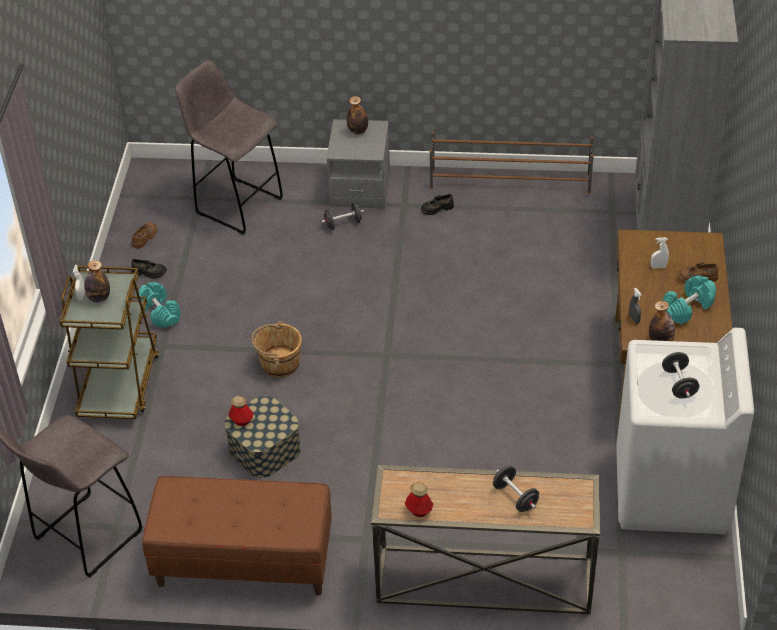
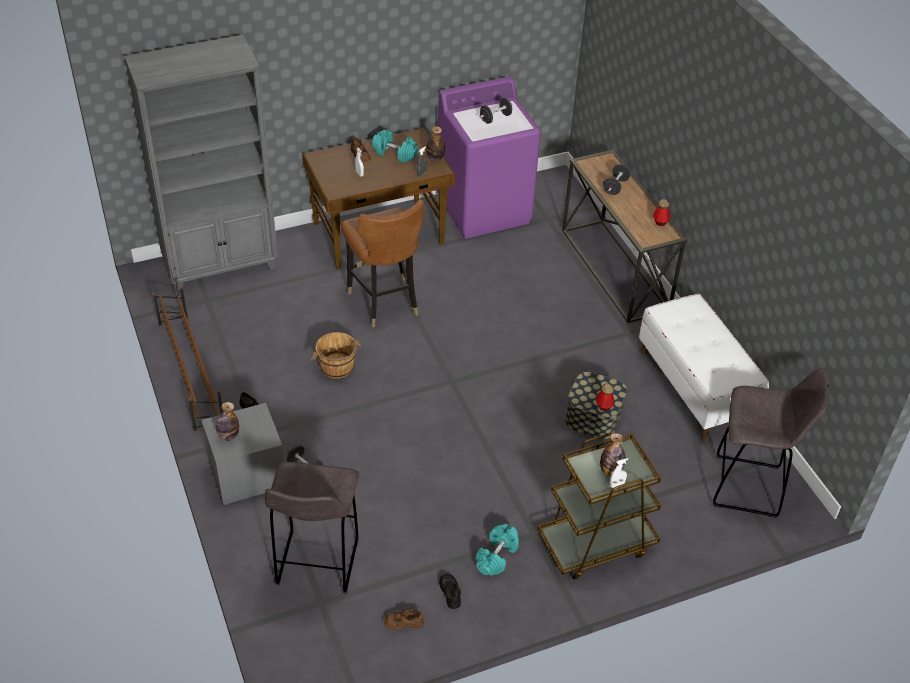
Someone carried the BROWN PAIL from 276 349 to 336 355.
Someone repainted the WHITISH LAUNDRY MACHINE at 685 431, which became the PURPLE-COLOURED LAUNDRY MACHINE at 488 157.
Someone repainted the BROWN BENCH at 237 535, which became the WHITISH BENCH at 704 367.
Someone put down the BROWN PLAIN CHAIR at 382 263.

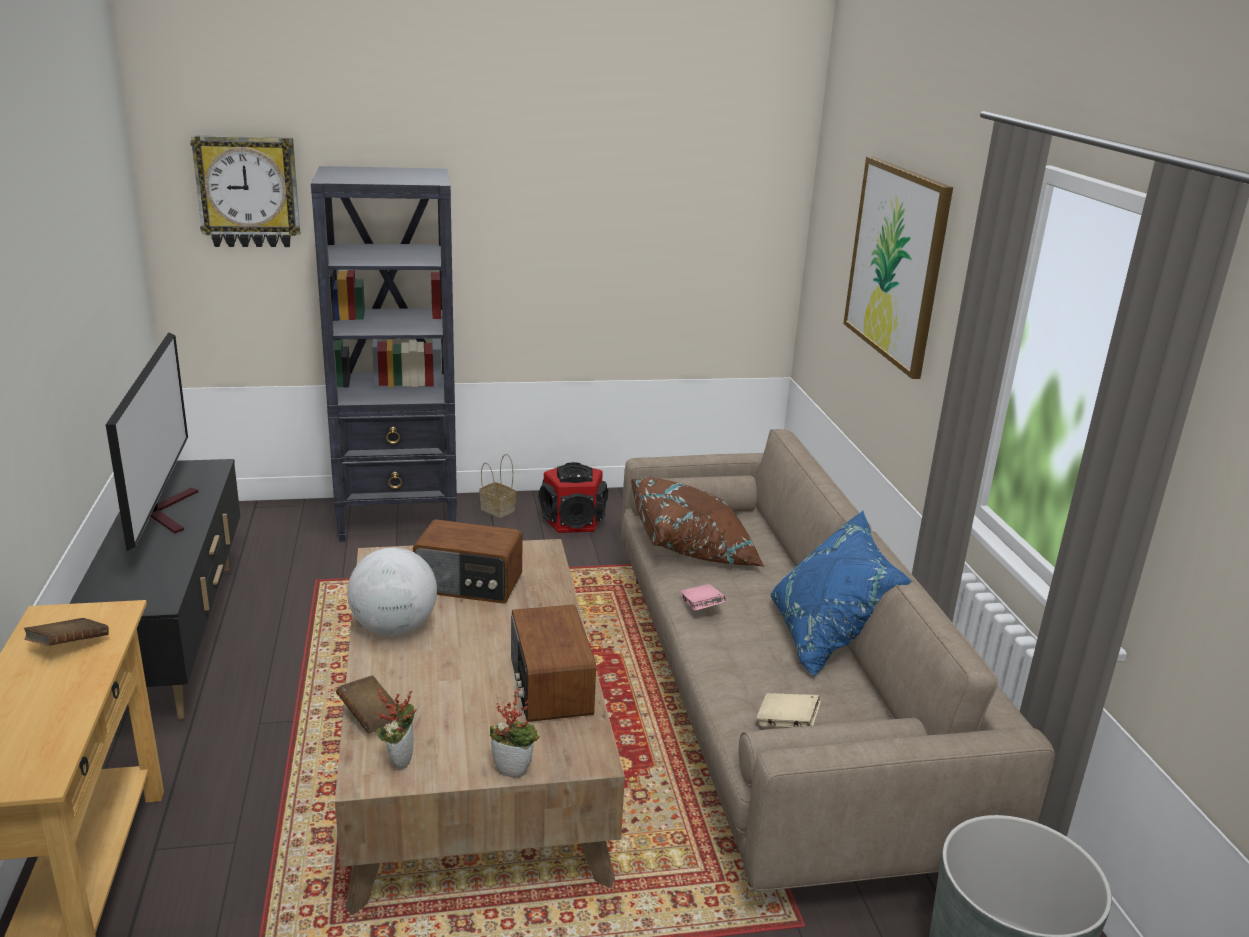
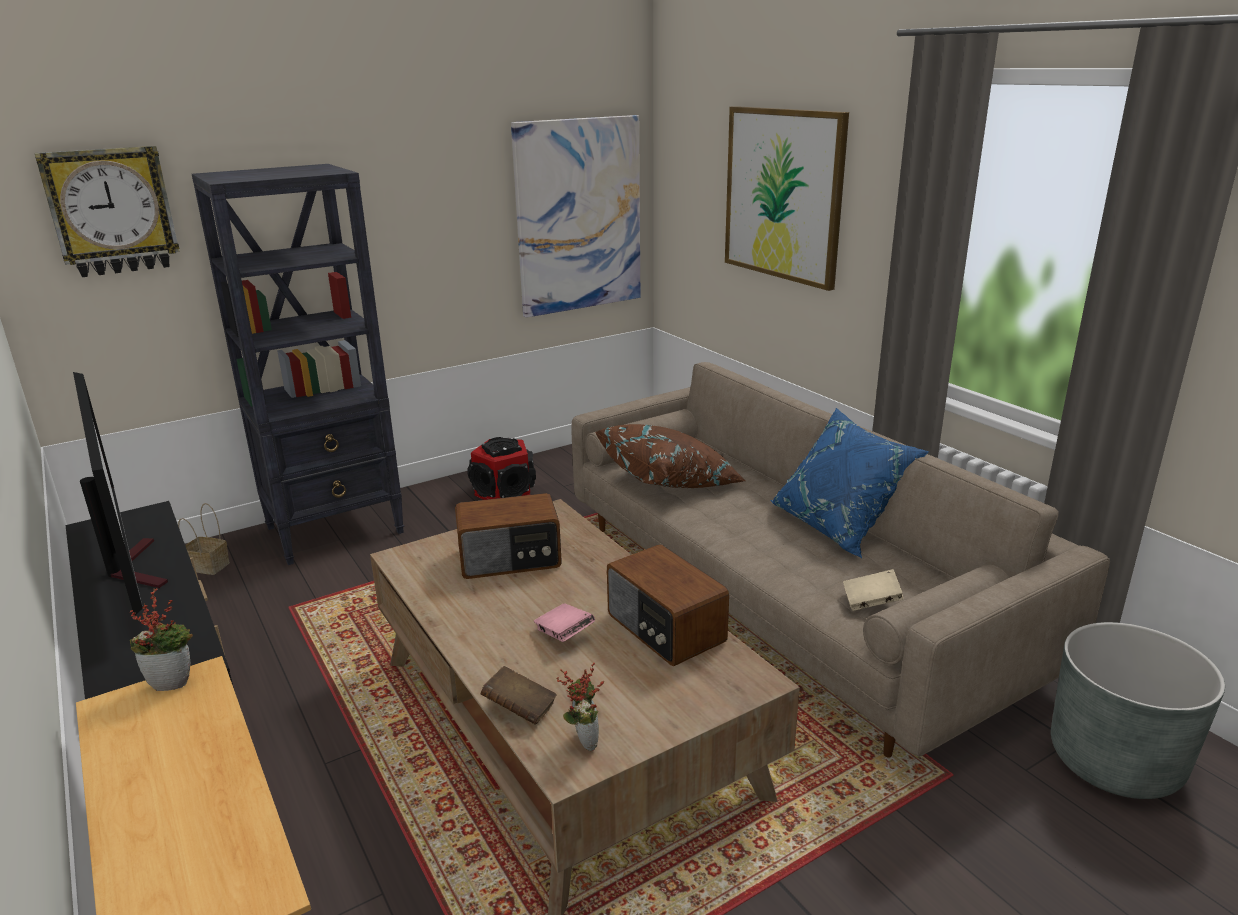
Someone carried the BASKET from 497 486 to 204 539.
Someone took away the DESK GLOBE at 392 591.
Someone carried the PINK VOLUME from 703 597 to 564 622.
Someone took away the BROWN VOLUME at 66 632.
Someone carried the POTTED PLANT from 515 733 to 161 639.
Someone put up the WALL ART at 575 216.

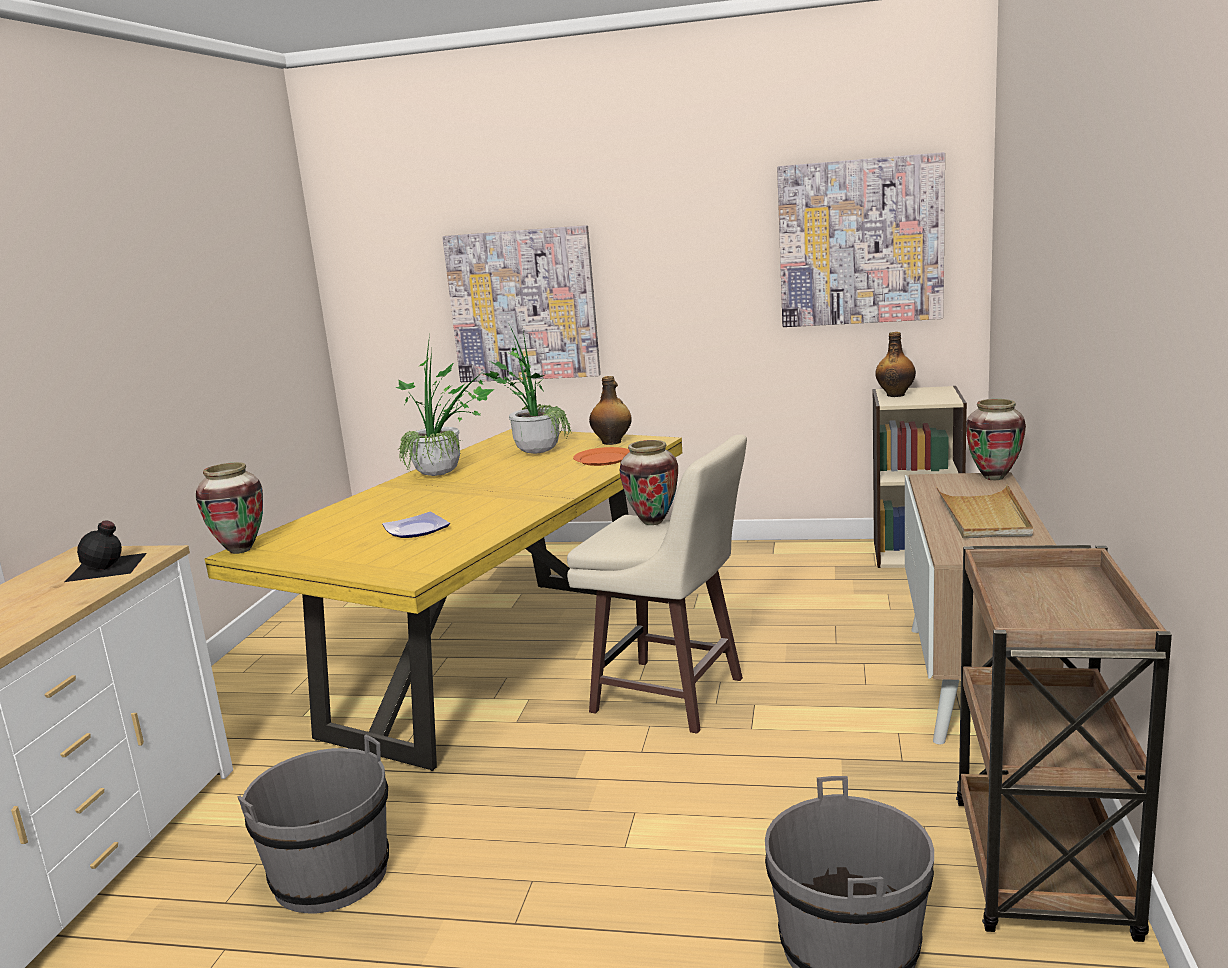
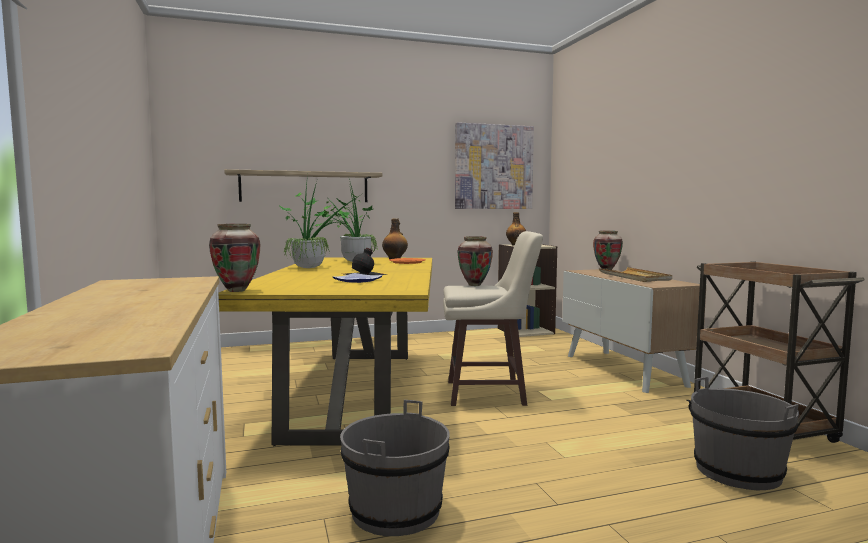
Someone swapped the WALL ART at 521 303 for the SHELF at 303 185.
Someone carried the BLACK-COLOURED BOTTLE from 106 551 to 366 261.

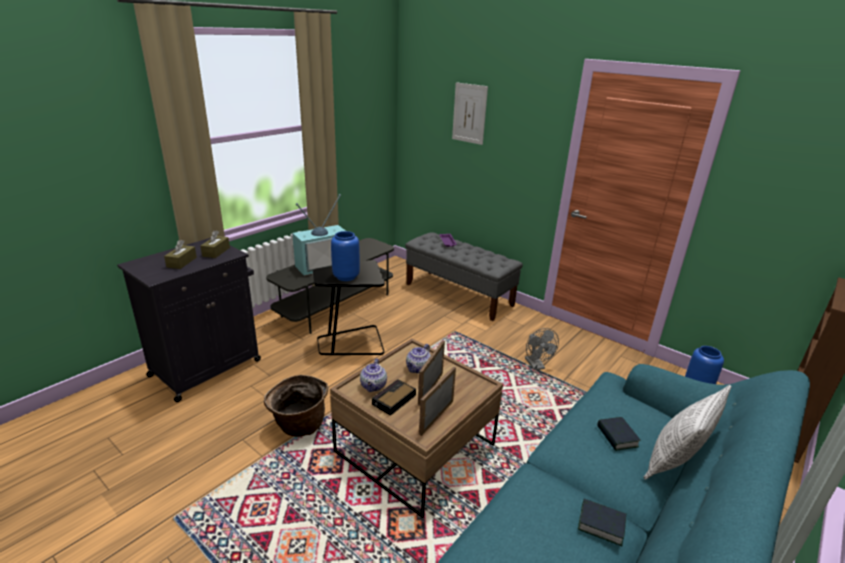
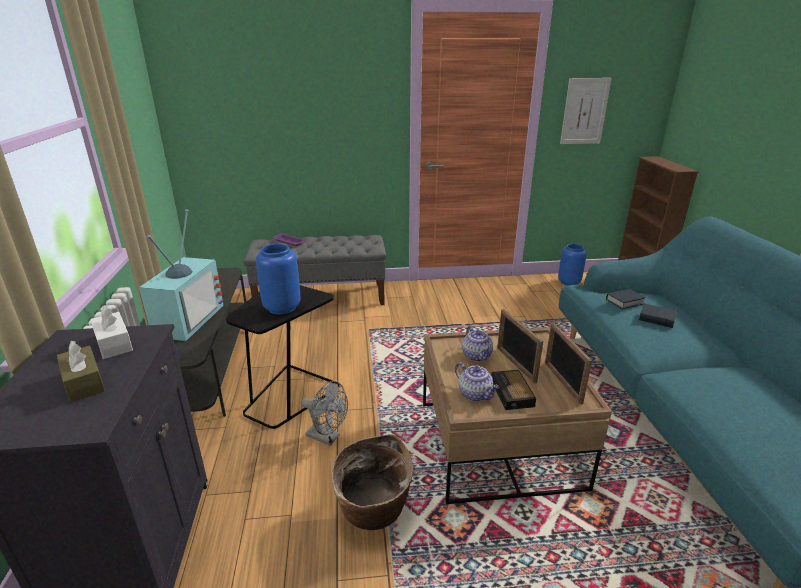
Someone carried the WALL ART from 470 113 to 586 111.
Someone repainted the BROWN TISSUE HOLDER at 215 244, which became the WHITISH TISSUE HOLDER at 111 332.
Someone carried the GREYISH FAN from 542 349 to 324 413.
Someone took away the PILLOW at 687 432.
Someone carried the VOLUME from 602 522 to 626 299.

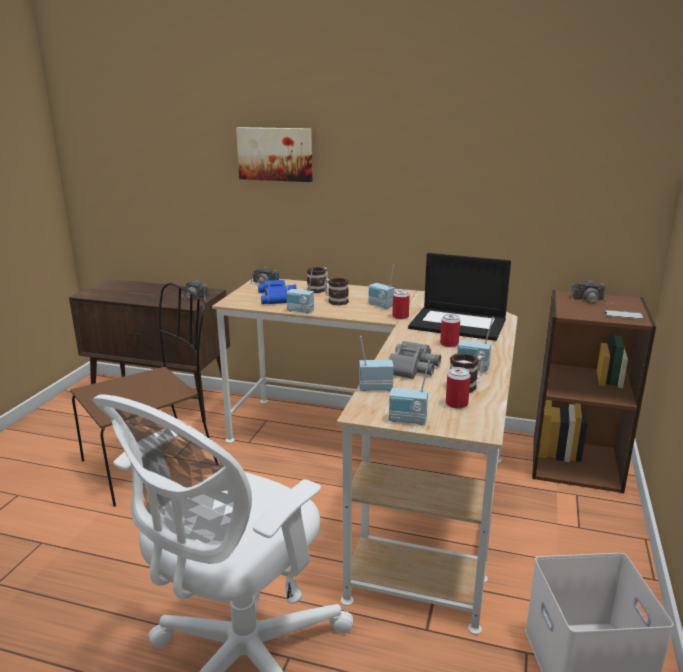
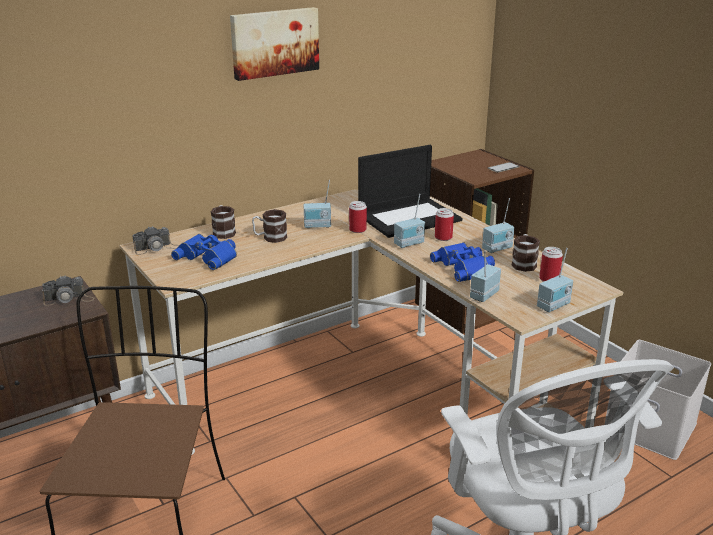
Someone carried the WALL ART from 274 154 to 274 44.
Someone carried the RADIO RECEIVER from 300 291 to 409 221.
Someone took away the STILL CAMERA at 592 292.
Someone repainted the GREYISH PAIR OF BINOCULARS at 415 360, which became the BLUE PAIR OF BINOCULARS at 462 262.

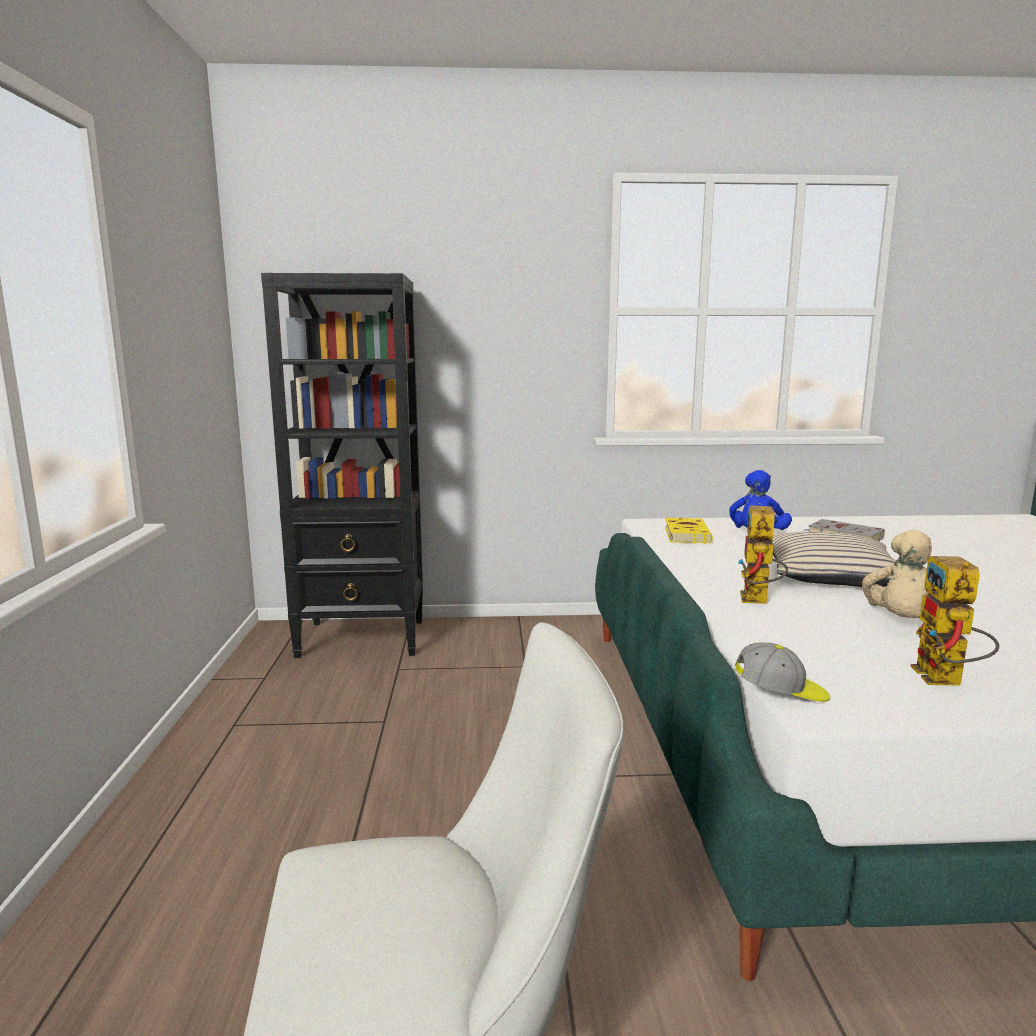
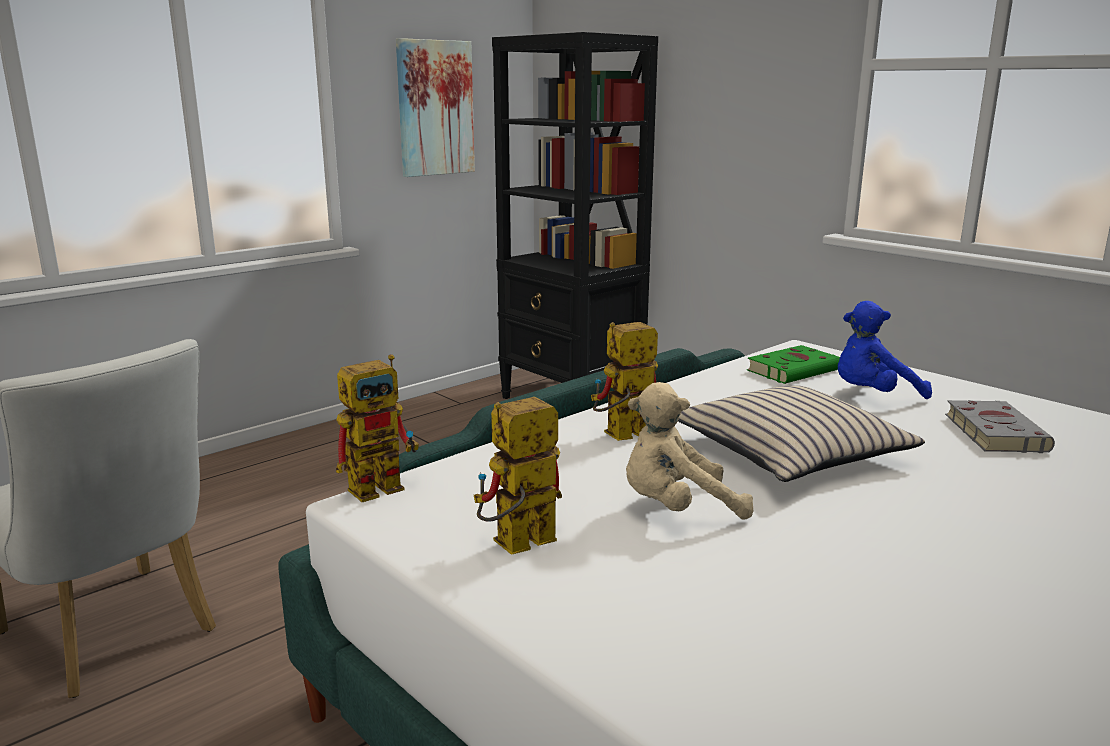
Someone repainted the YELLOW VOLUME at 689 531, which became the GREENISH VOLUME at 793 364.
Someone swapped the CAP at 782 672 for the TOY ROBOT at 377 428.
Someone put up the WALL ART at 435 107.

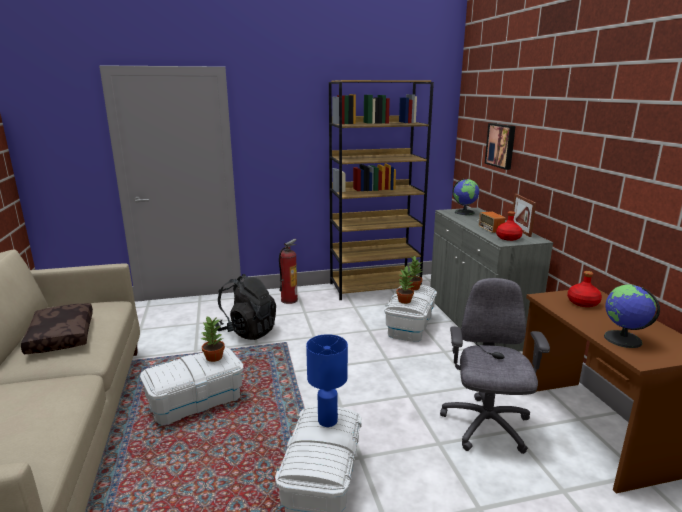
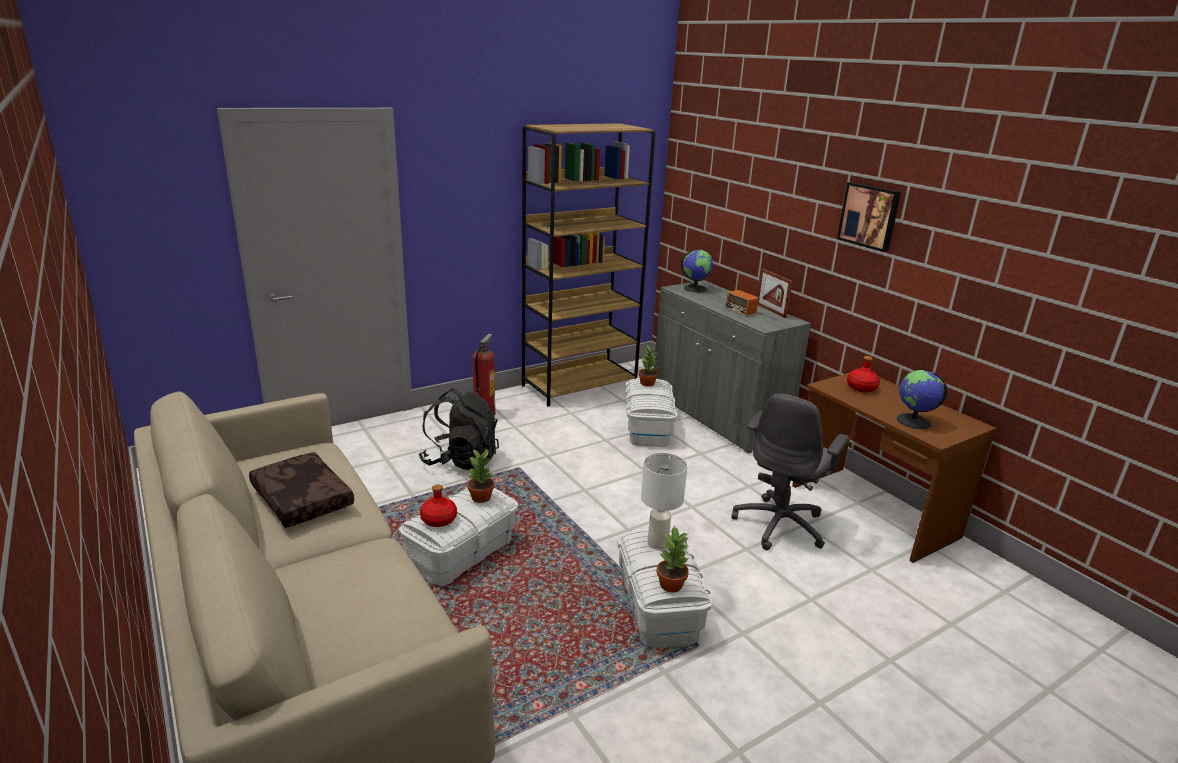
Someone carried the WALL ART from 500 146 to 869 217.
Someone carried the REDDISH BOTTLE from 509 226 to 438 505.
Someone carried the POTTED PLANT from 405 285 to 673 559.
Someone rotated the GREYISH DESK CHAIR at 495 366 by 135 degrees counterclockwise.
Someone repainted the BLUE TABLE LAMP at 327 380, which became the WHITISH TABLE LAMP at 664 501.

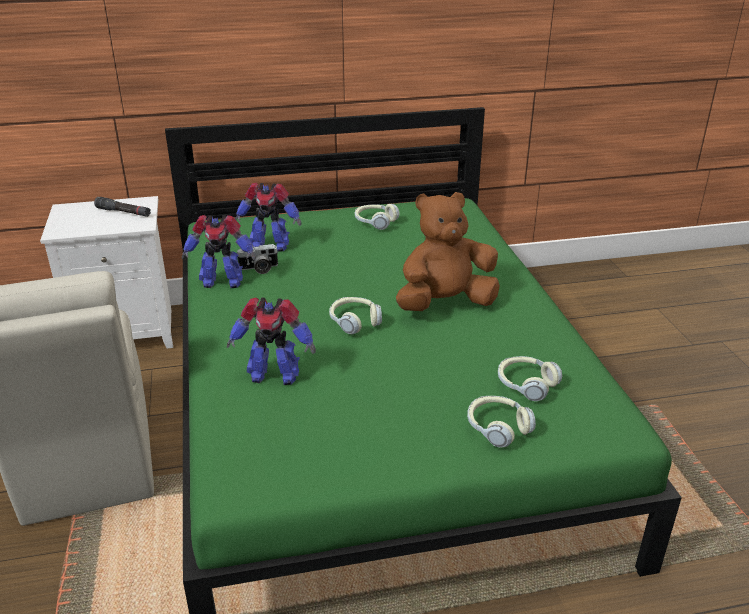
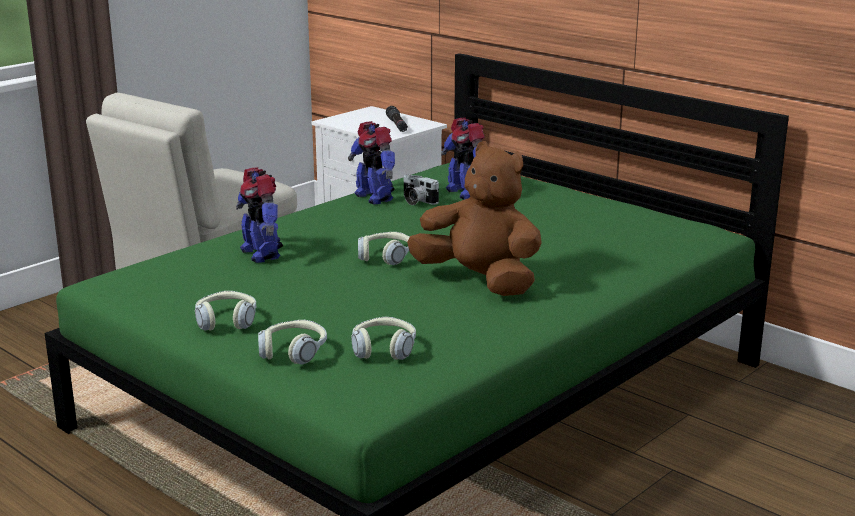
Someone carried the HEADPHONES from 377 217 to 225 311.

